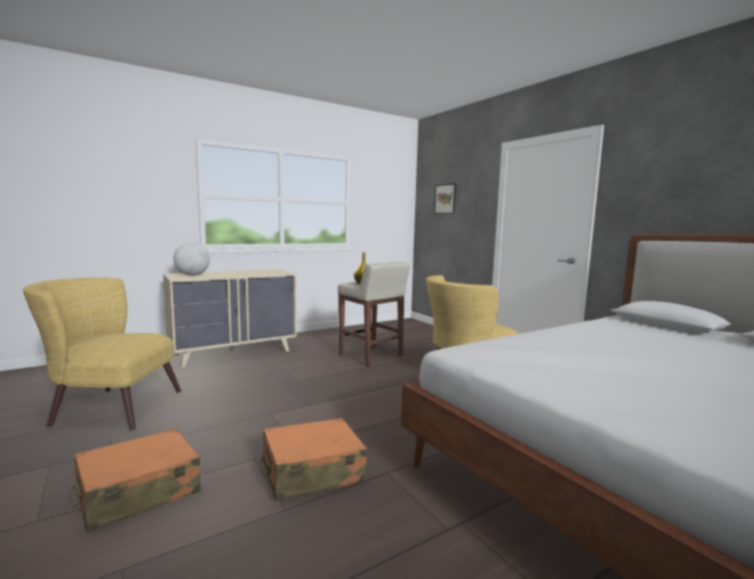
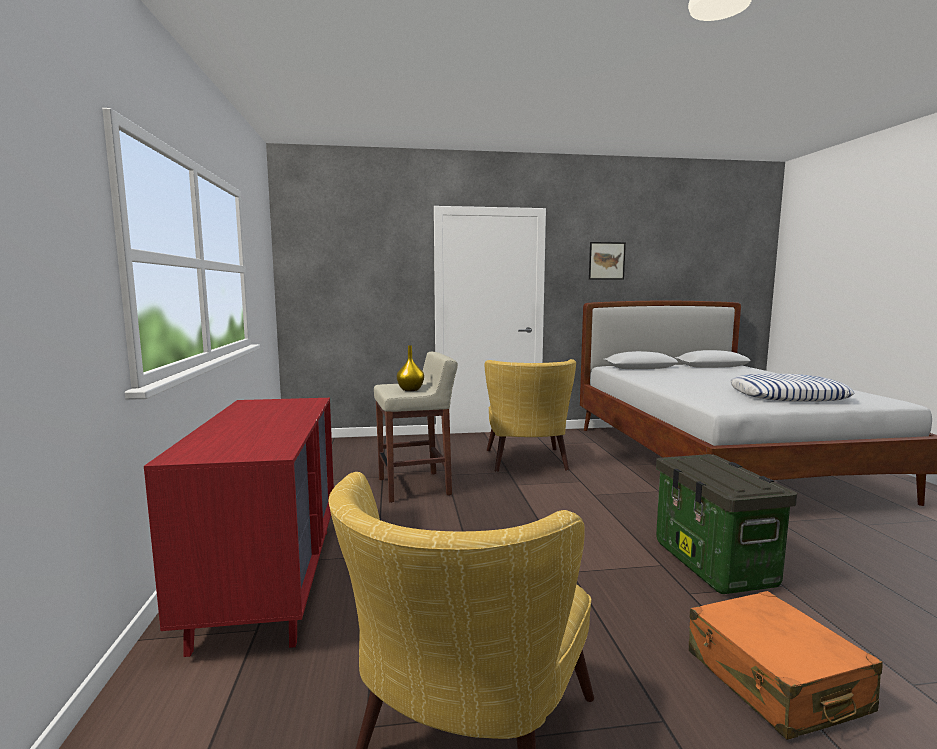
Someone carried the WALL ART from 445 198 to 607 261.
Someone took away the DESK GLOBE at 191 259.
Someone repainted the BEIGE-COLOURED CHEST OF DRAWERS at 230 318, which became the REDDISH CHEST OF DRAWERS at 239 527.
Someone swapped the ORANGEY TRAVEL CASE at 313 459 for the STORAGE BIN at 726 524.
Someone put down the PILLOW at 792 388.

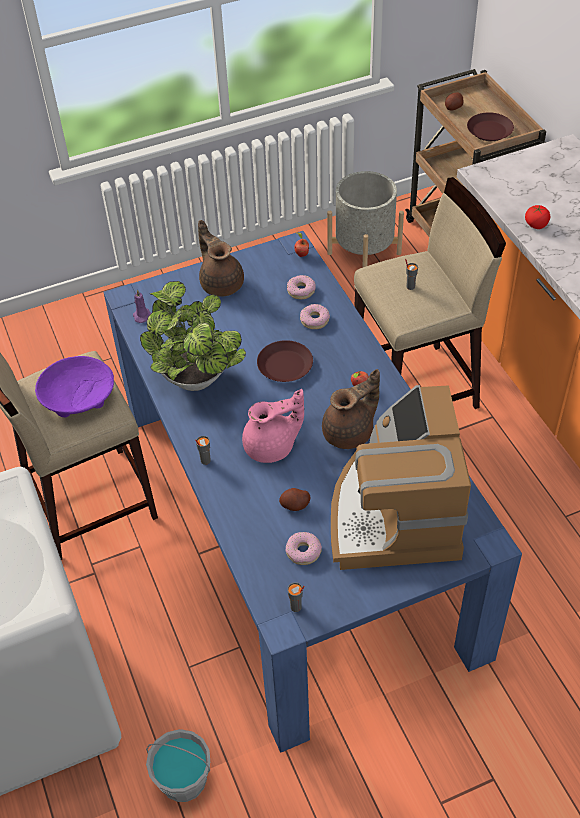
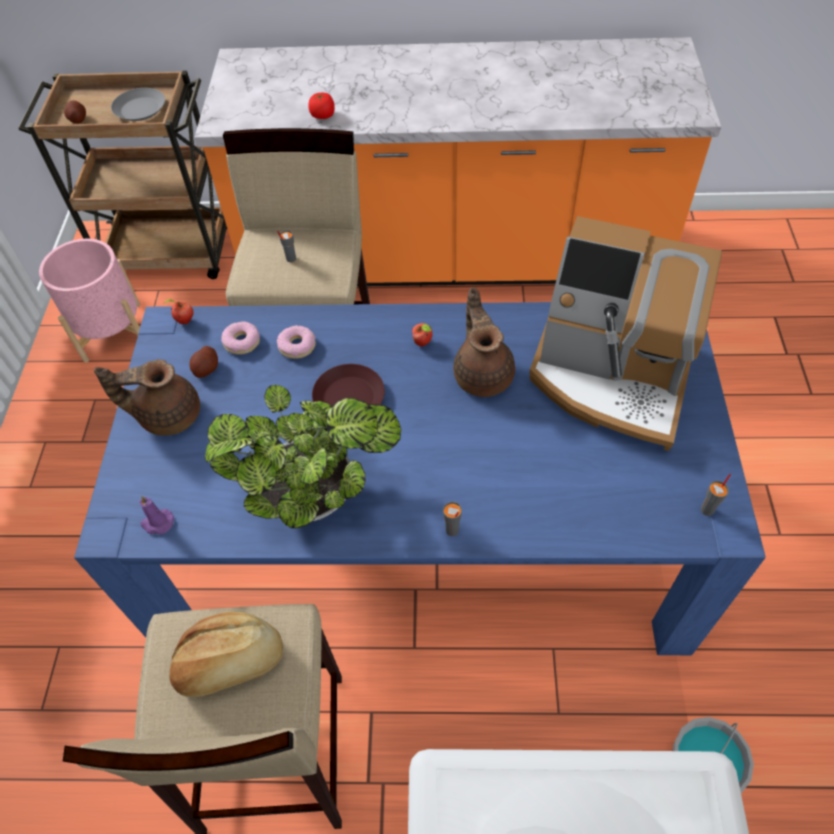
Someone repainted the BROWN FLAT DISH at 490 126, which became the GREYISH FLAT DISH at 138 104.
Someone repainted the GREYISH PLANT POT at 365 219, which became the PINK PLANT POT at 89 301.
Someone swapped the PURPLE-COLOURED BOWL at 74 386 for the BREAD at 226 654.
Someone took away the PINK POT FOR TEA at 273 426.
Someone carried the SPUD from 294 499 to 203 362.
Someone took away the DOUGHNUT at 304 548.

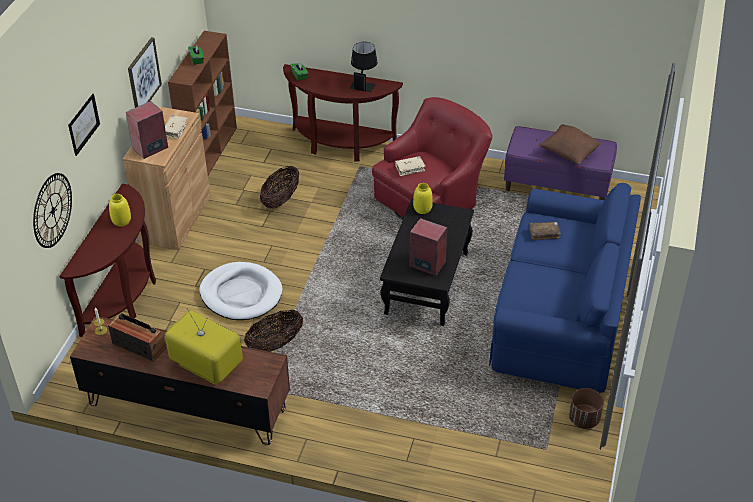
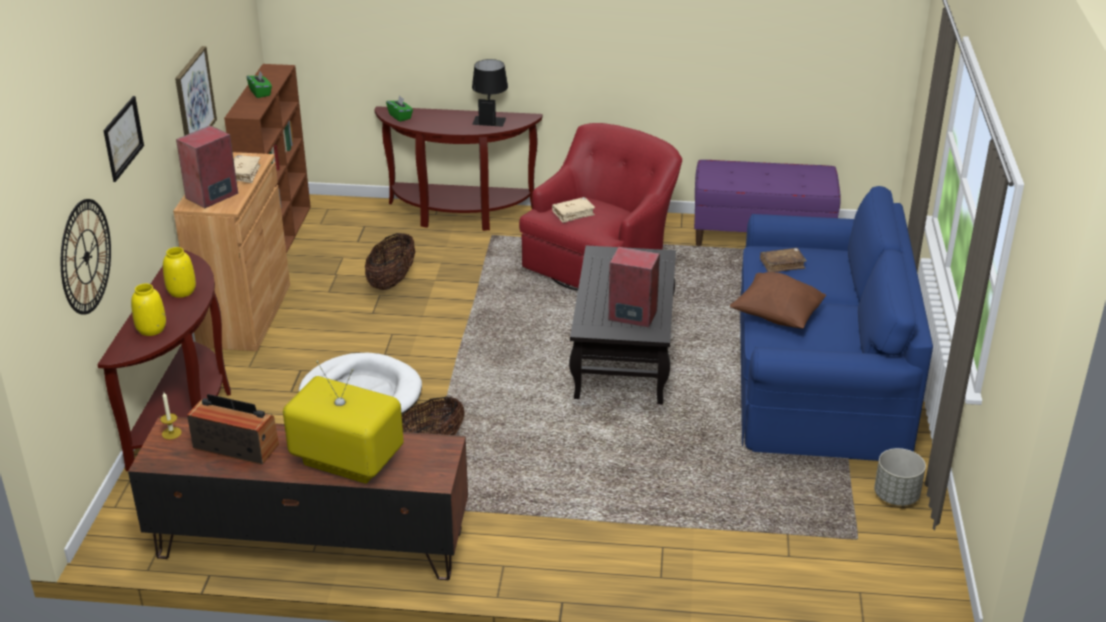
Someone carried the BROWN PILLOW from 570 144 to 778 300.
Someone carried the YELLOW DECORATIVE VASE from 423 198 to 148 310.
Someone repainted the BROWN PLANT POT at 586 408, which became the GREYISH PLANT POT at 900 477.

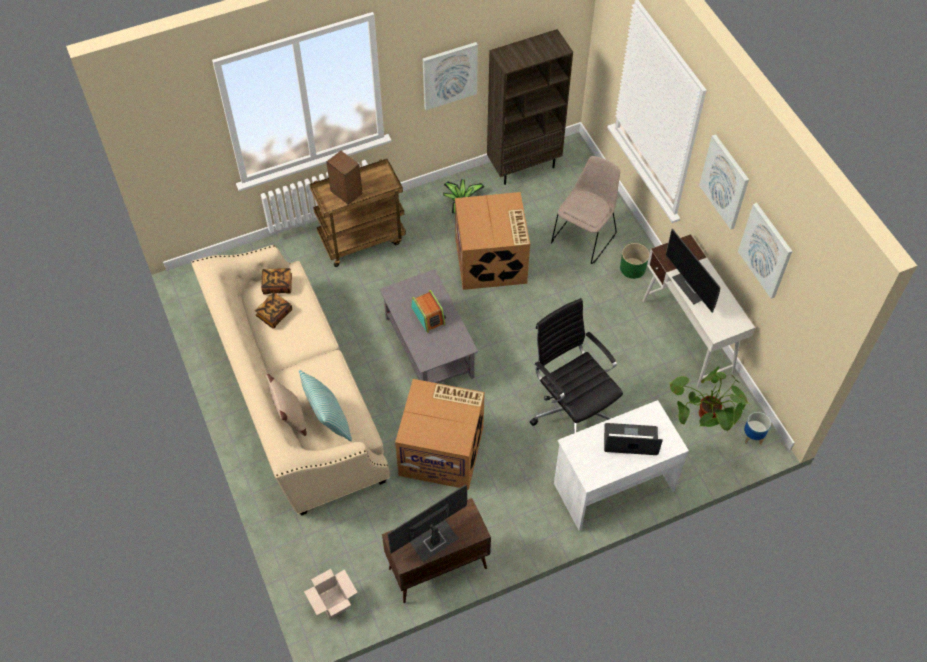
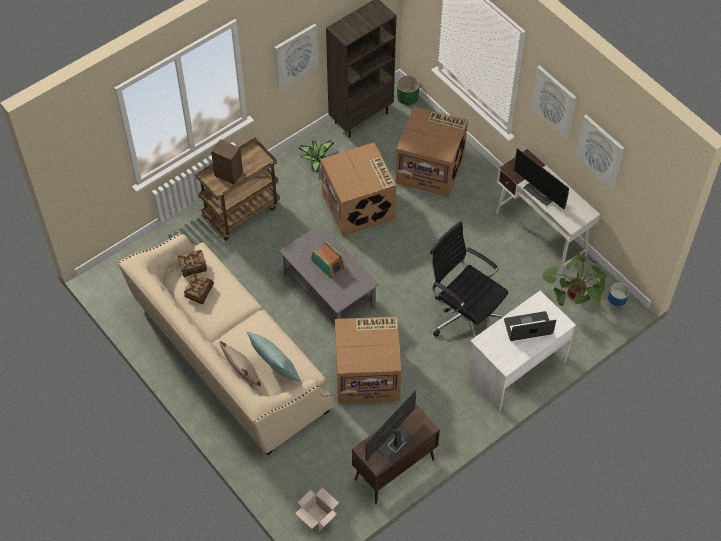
Someone swapped the BEIGE-COLOURED PLAIN CHAIR at 585 210 for the CARDBOARD BOX at 432 152.
Someone carried the GREENISH PLANT POT from 634 261 to 408 90.

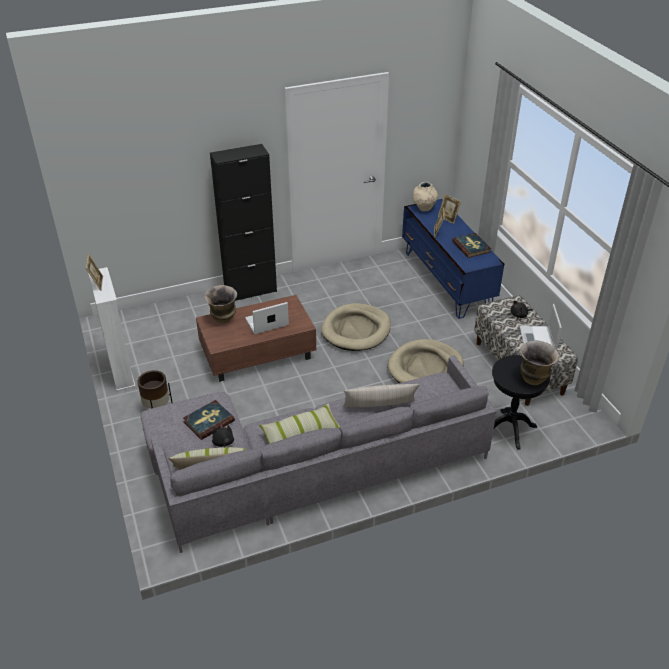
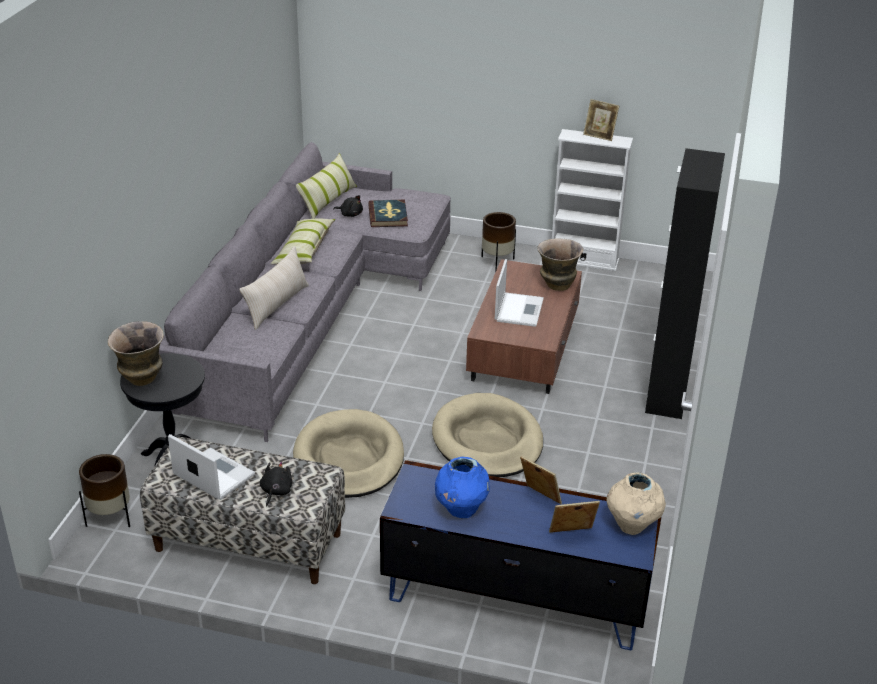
Someone swapped the VOLUME at 471 245 for the BLUE DECORATIVE VASE at 462 487.
Someone put down the BROWN PLANT POT at 104 490.

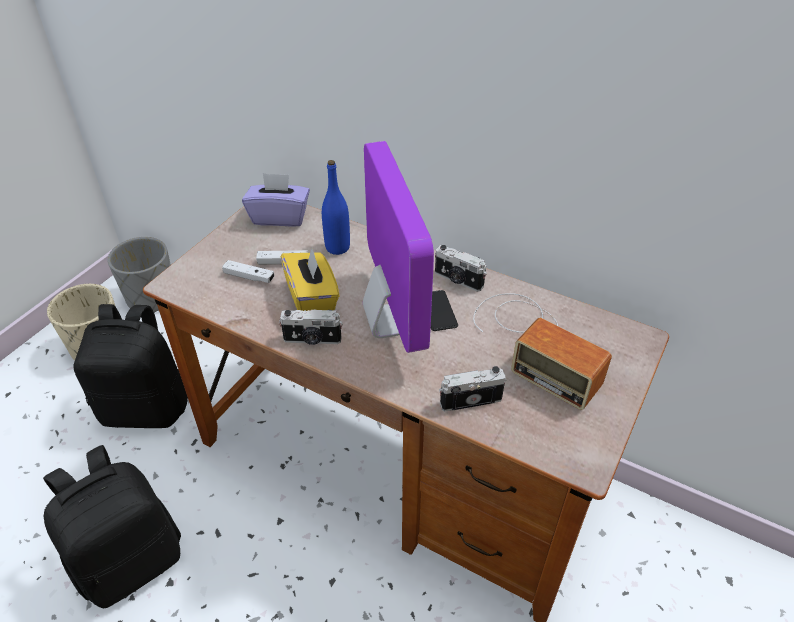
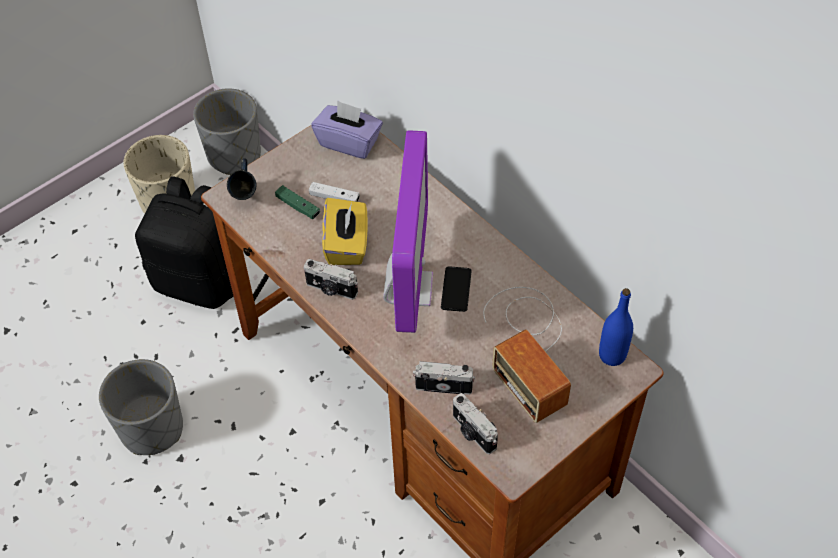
Someone carried the BLUE BOTTLE from 336 207 to 616 327.
Someone carried the STILL CAMERA from 461 268 to 475 423.
Someone repainted the WHITISH JOYPAD at 248 271, which became the GREENISH JOYPAD at 297 202.
Someone swapped the BLACK-COLOURED KNAPSACK at 112 526 for the GREYISH PLANT POT at 141 407.
Someone put down the BLUE TEA MUG at 241 179.

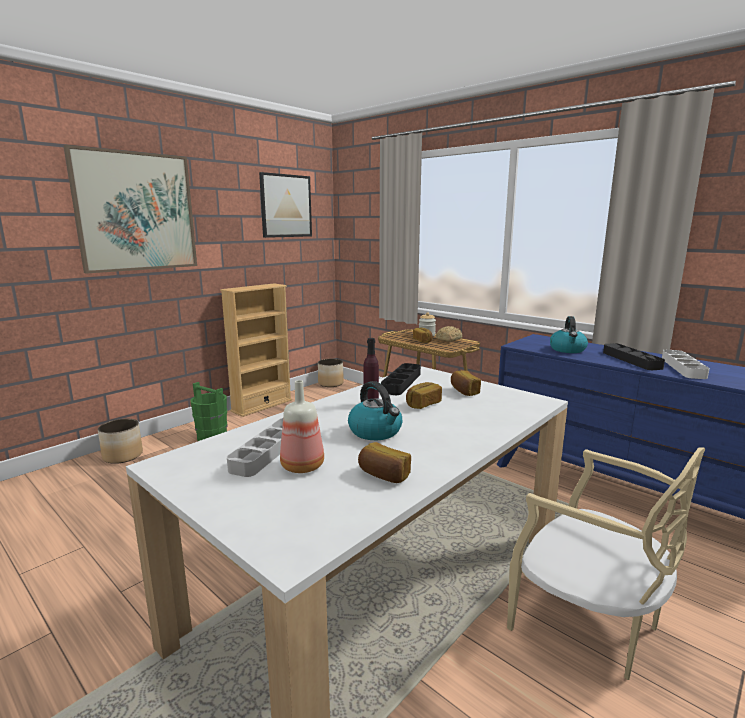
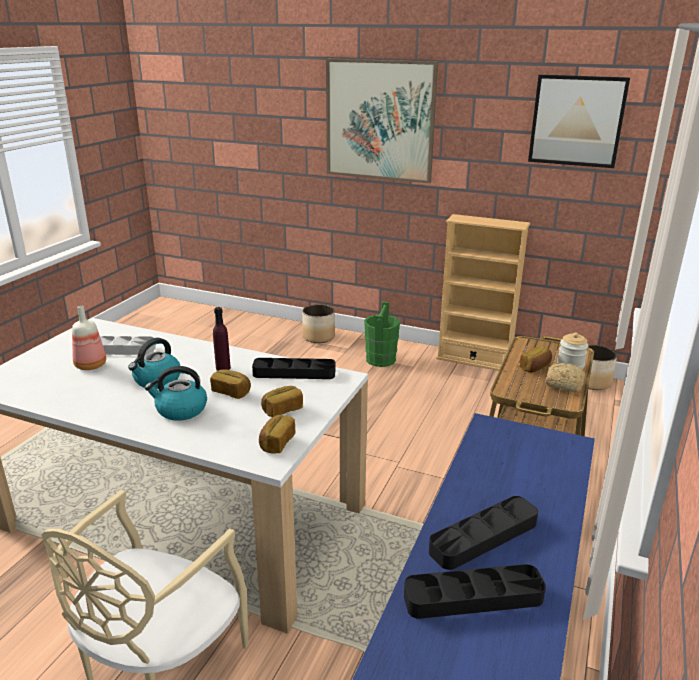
Someone carried the TEA KETTLE from 569 334 to 176 393.
Someone repainted the WHITISH CARRYING TRAY at 686 364, which became the BLACK-COLOURED CARRYING TRAY at 475 591.
Someone carried the BREAD from 384 462 to 277 434.

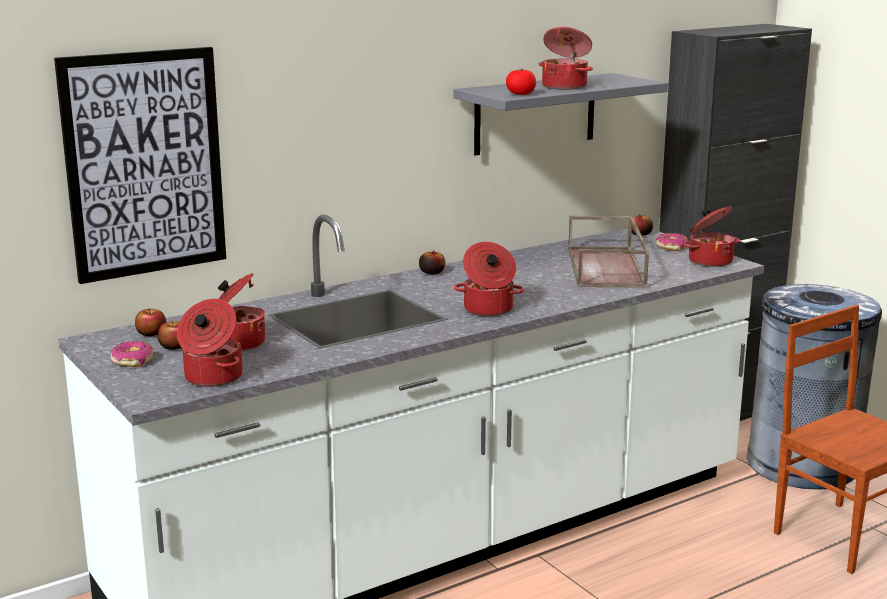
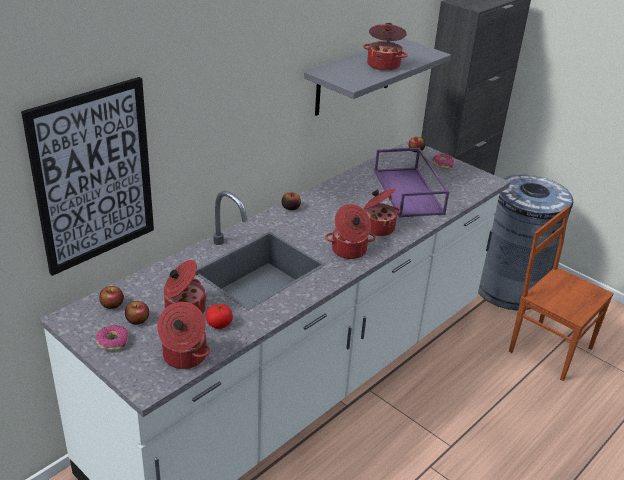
Someone carried the TOMATO from 521 82 to 219 316.
Someone carried the SAUCEPOT from 711 236 to 381 212.
Someone repainted the BROWN CARRYING TRAY at 608 252, which became the PURPLE-COLOURED CARRYING TRAY at 411 182.

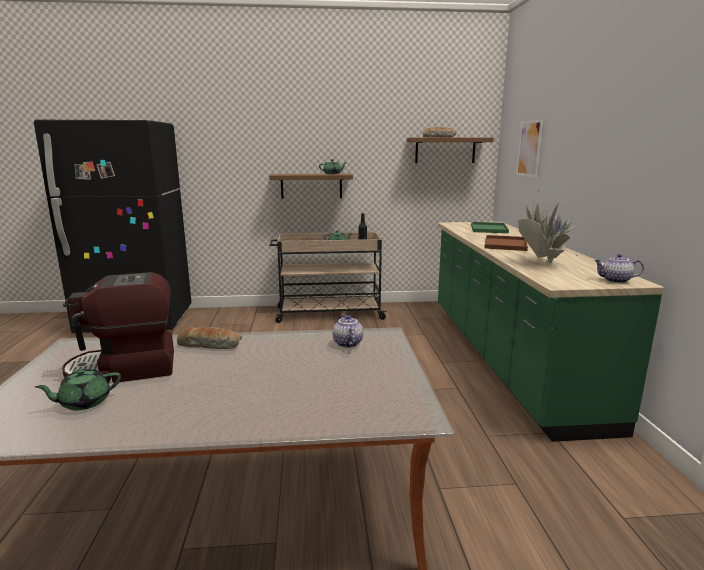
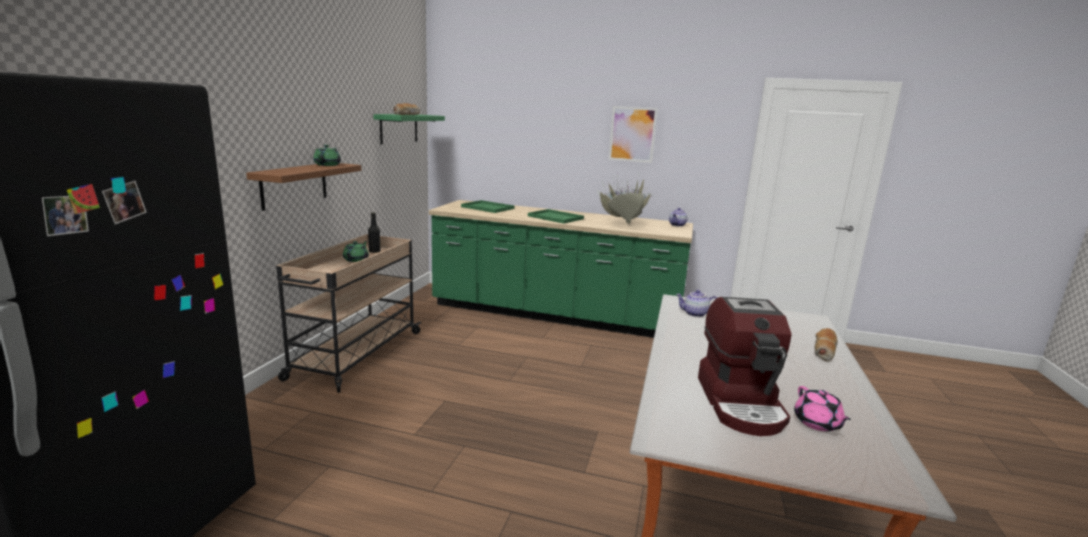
Someone carried the WALL ART from 529 149 to 633 134.
Someone repainted the BROWN SHELF at 450 150, which became the GREENISH SHELF at 409 129.
Someone repainted the BROWN CARRYING TRAY at 506 243, which became the GREENISH CARRYING TRAY at 556 216.
Someone carried the BREAD from 209 338 to 826 345.
Someone repainted the GREENISH POT FOR TEA at 78 389, which became the PINK POT FOR TEA at 822 408.

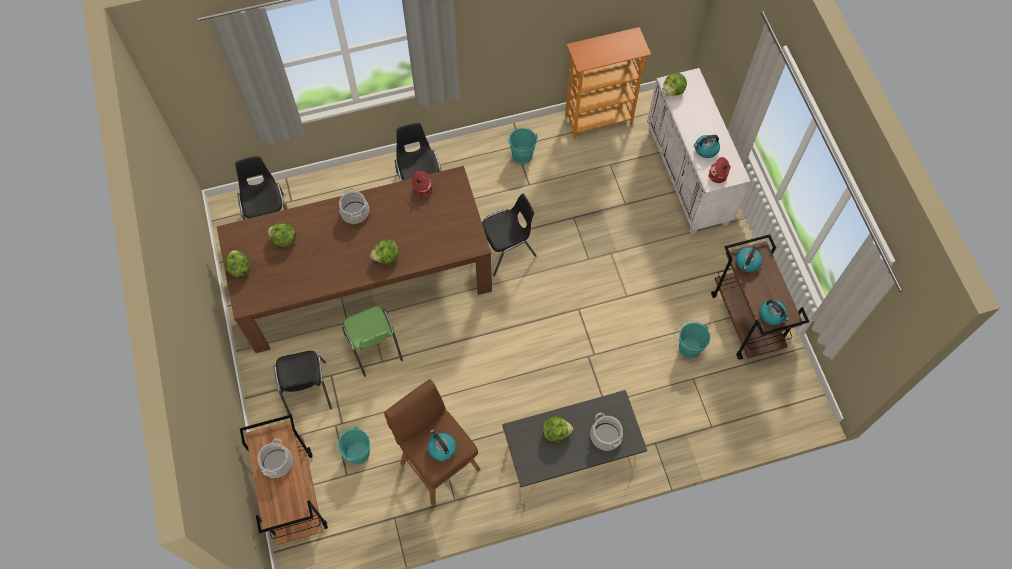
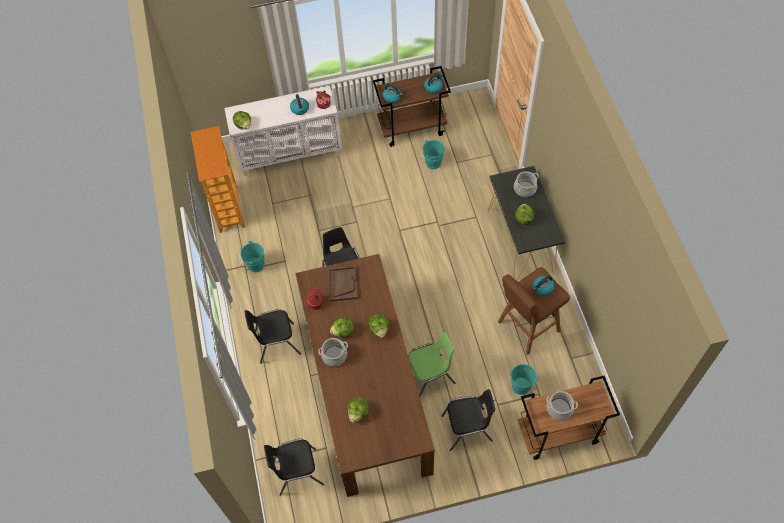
Someone carried the LETTUCE from 237 263 to 342 327.
Someone put down the BROWN CARRYING TRAY at 343 284.

